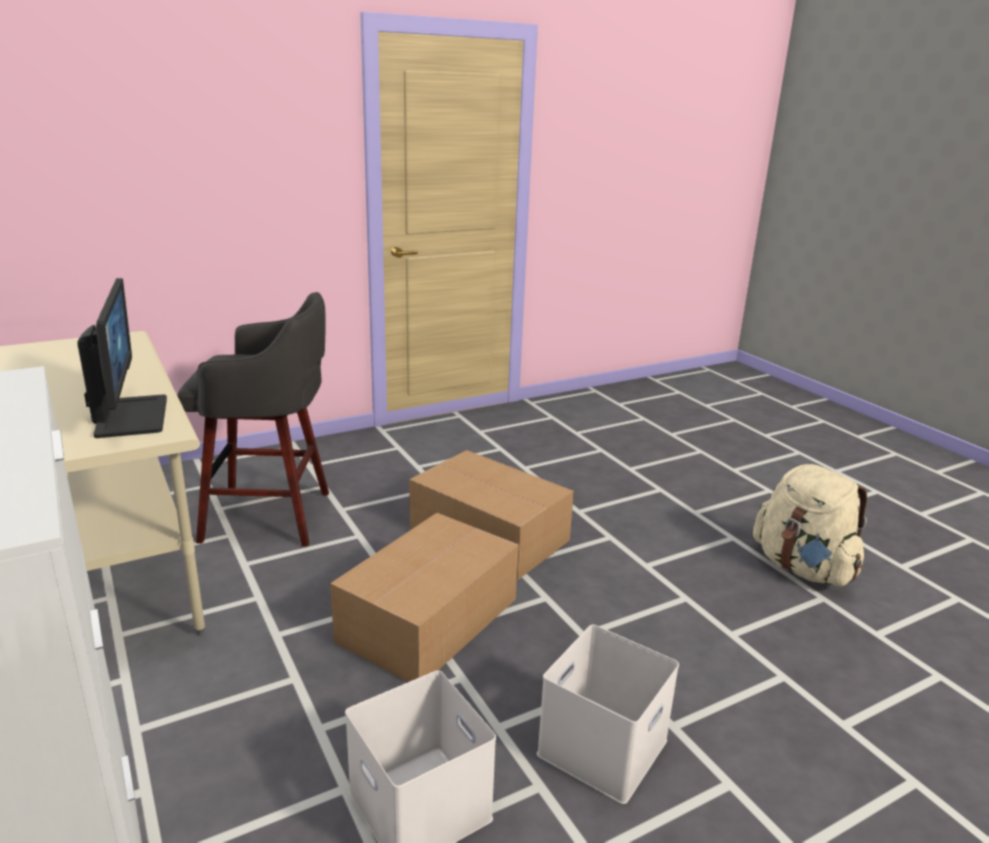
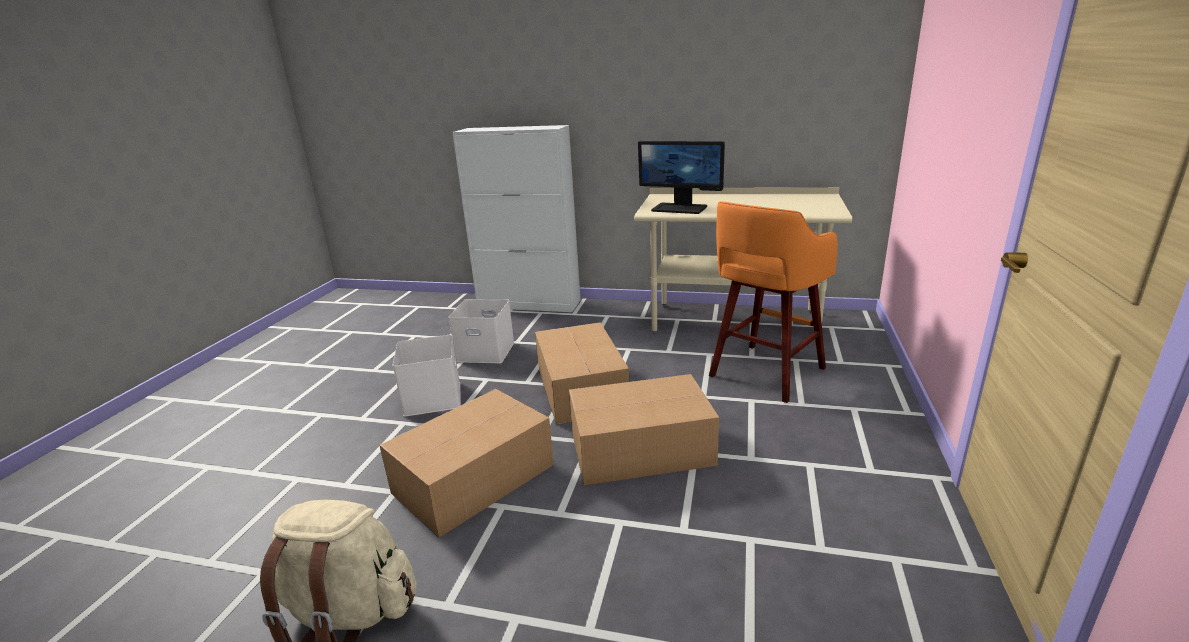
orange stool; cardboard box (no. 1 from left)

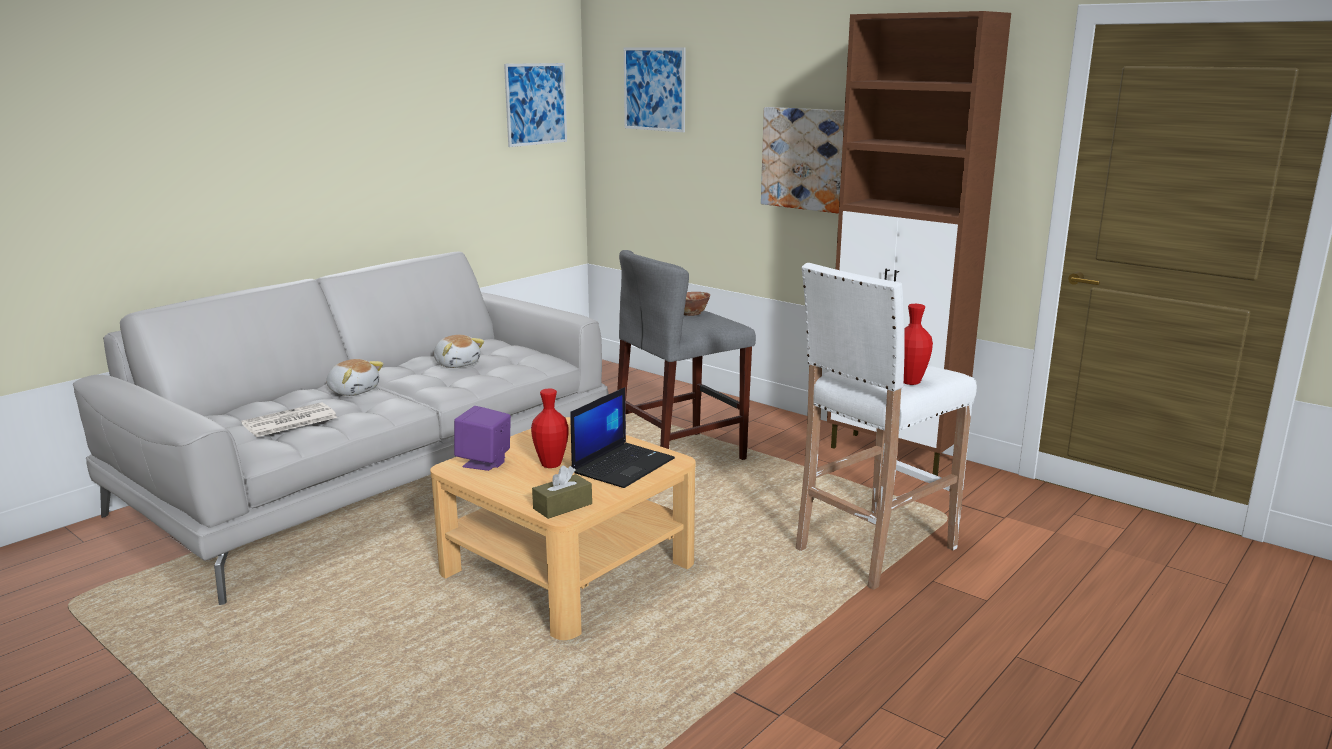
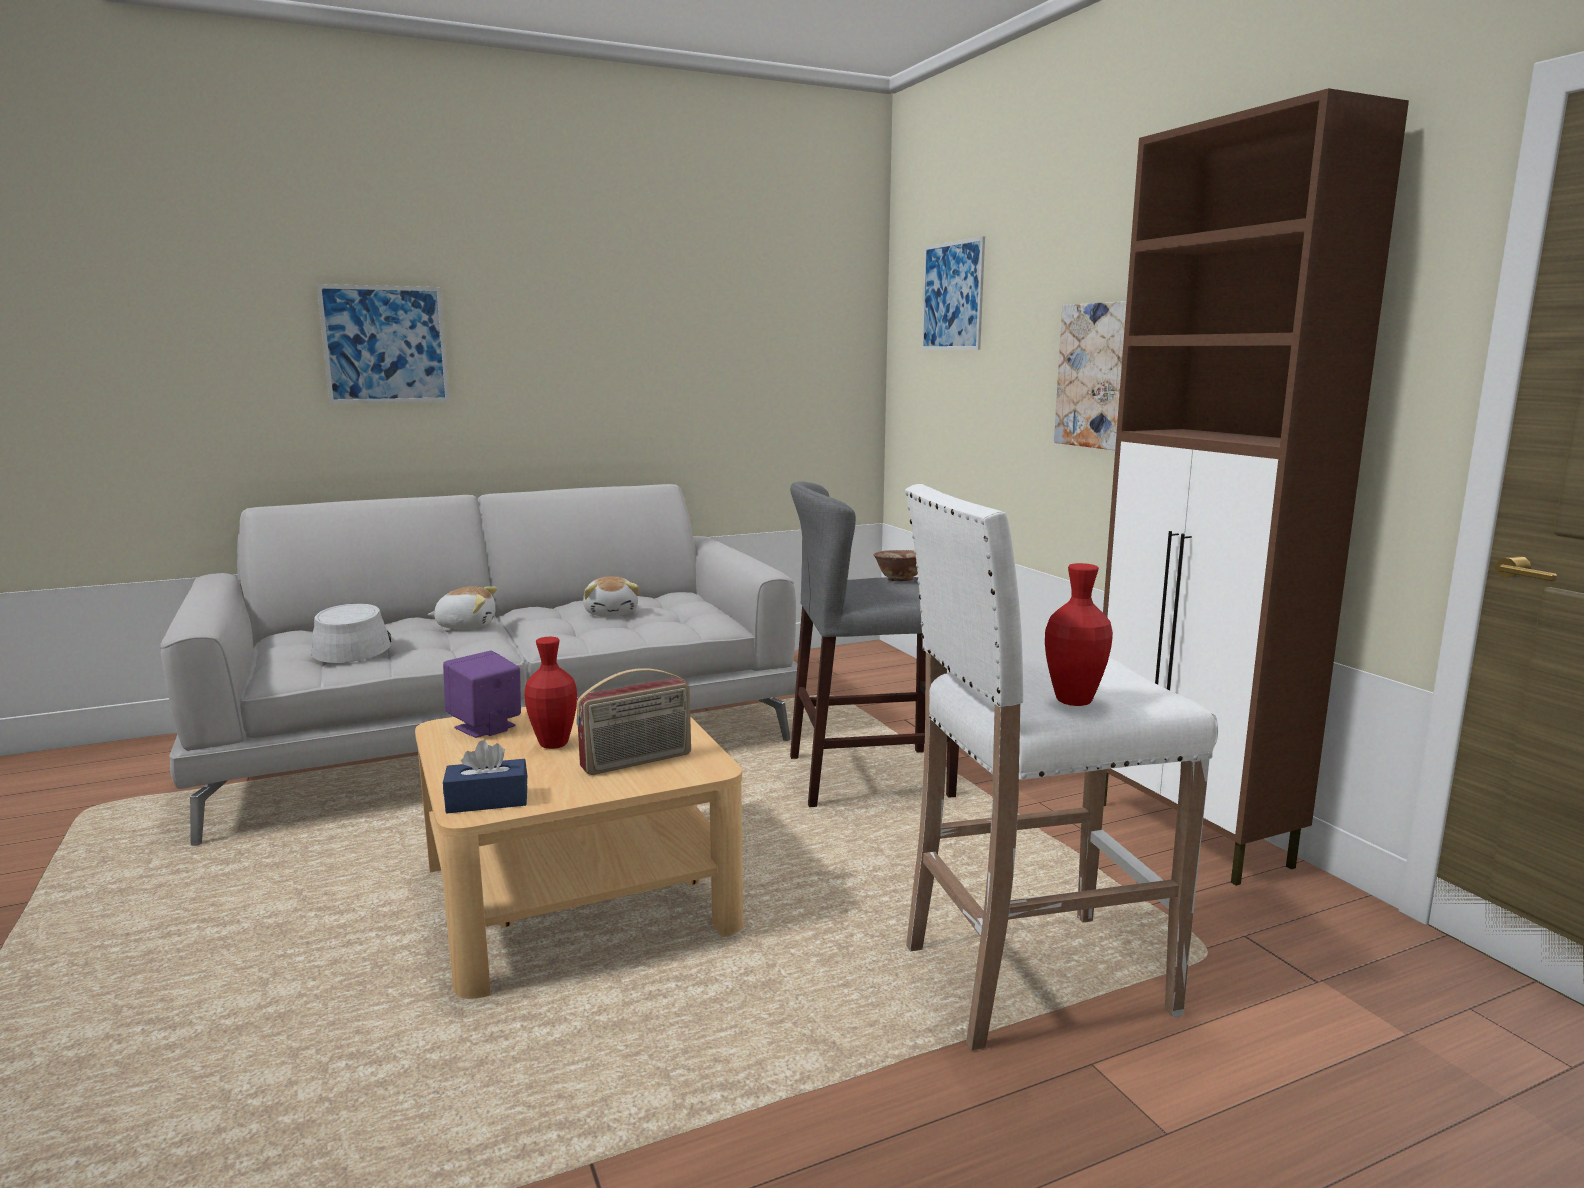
grey hat; plush toy (no. 1 from left); picture (no. 1 from left); blue tissue box; radio

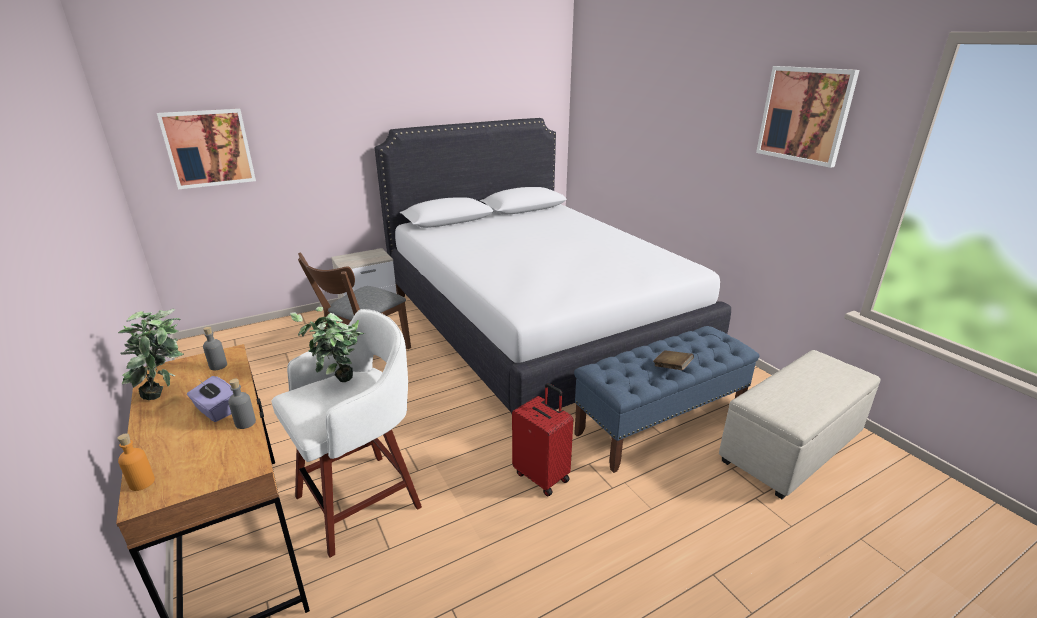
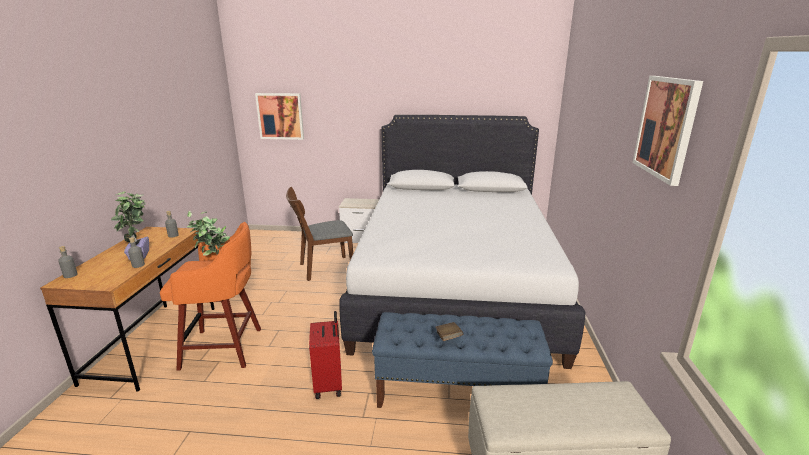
grey bottle (no. 1 from left); orange stool

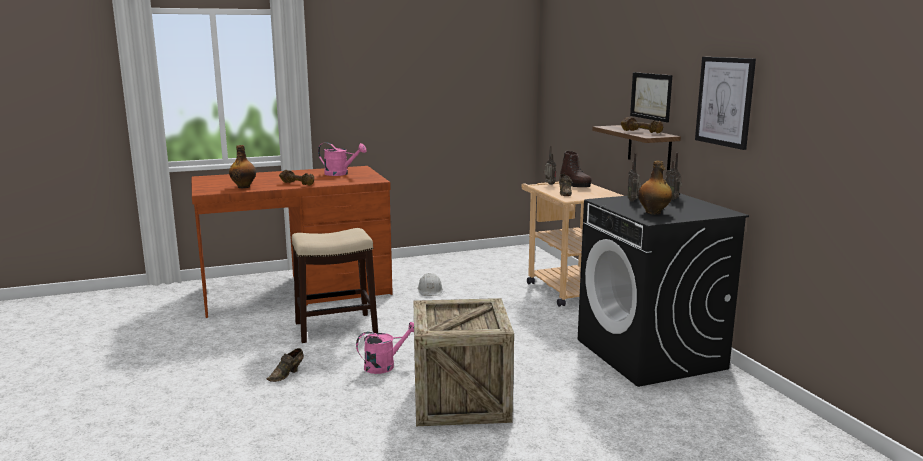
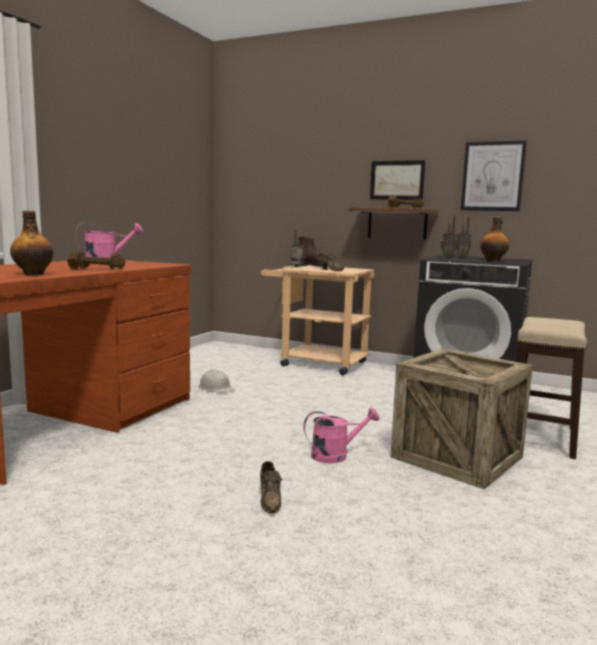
stool; pink watering can (no. 2 from left)

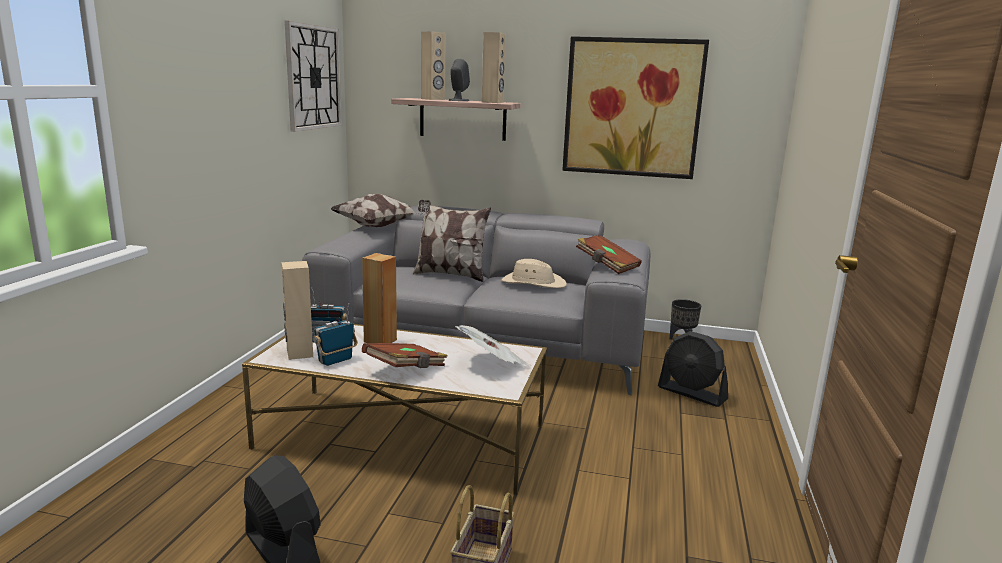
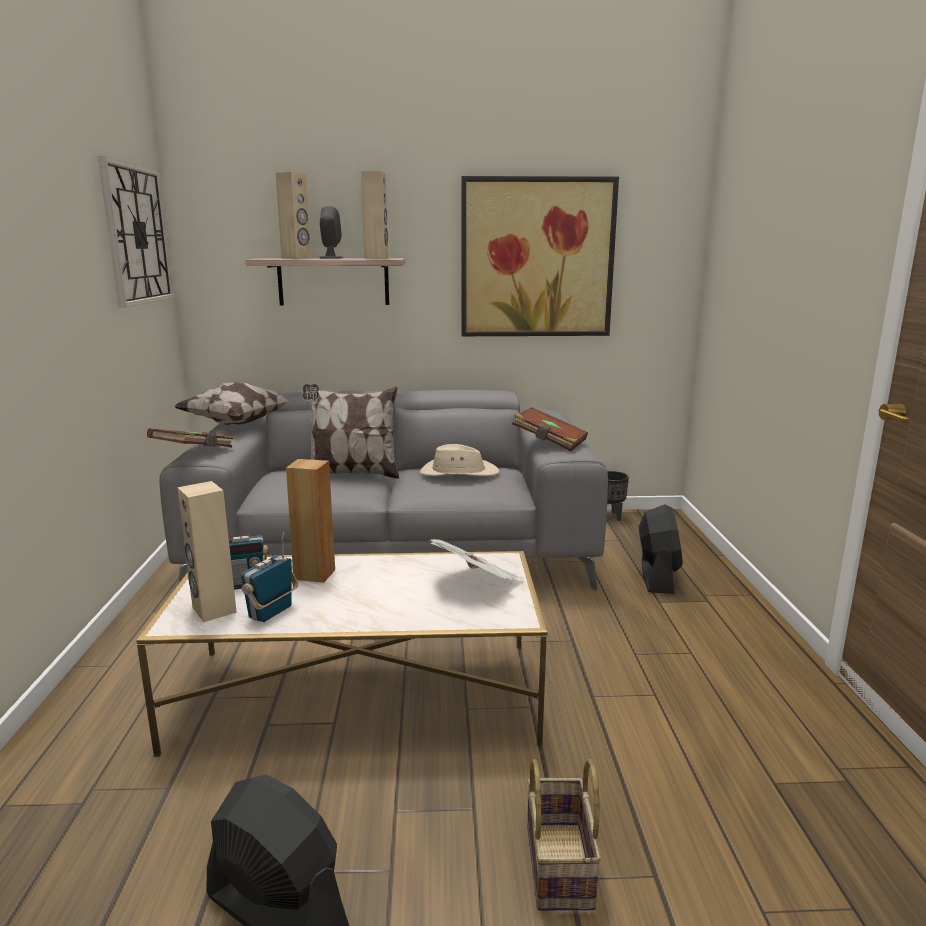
brown book (no. 1 from left); black fan (no. 2 from left)

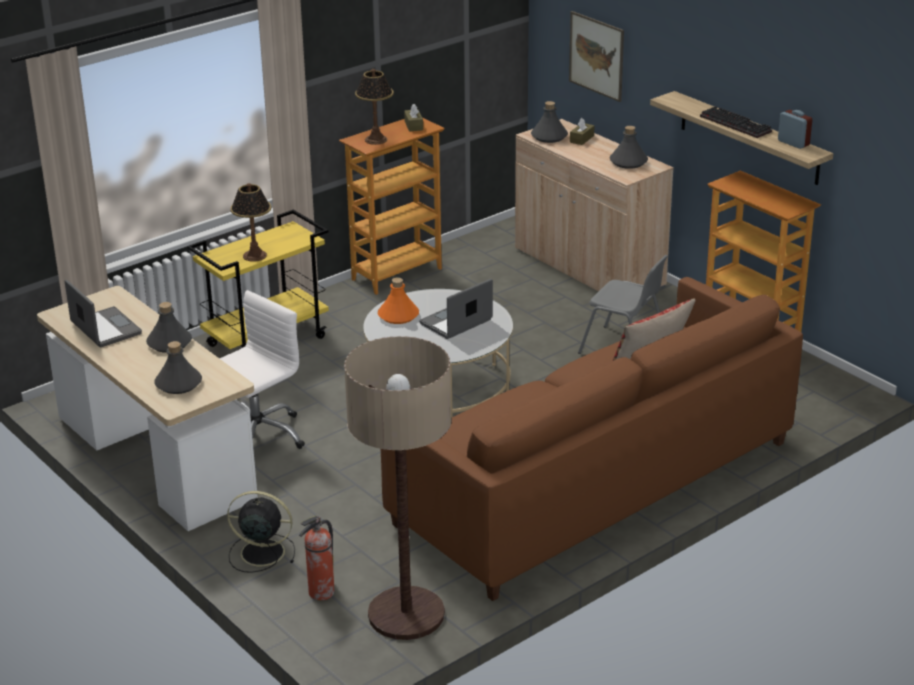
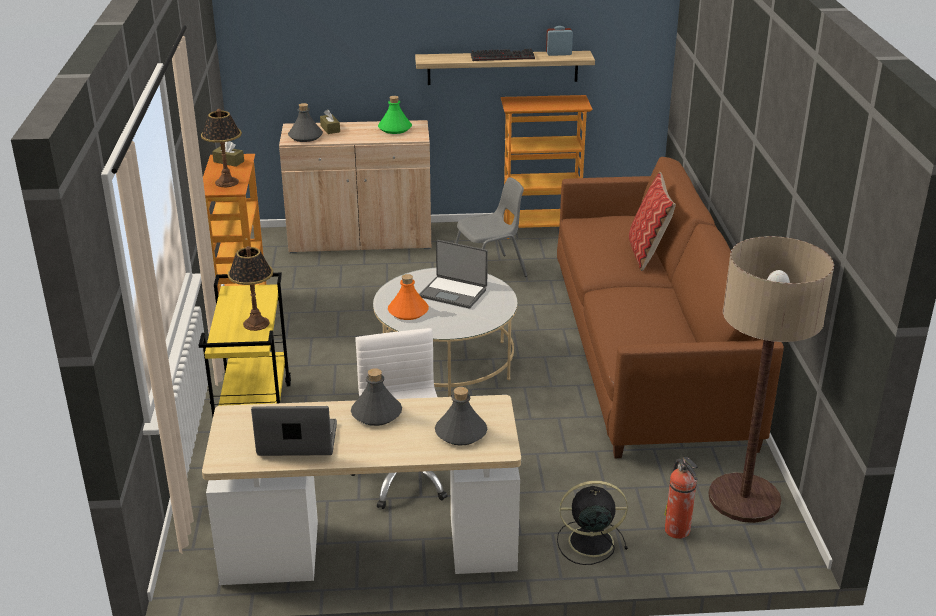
black fan; laptop (no. 2 from left); picture; green bottle

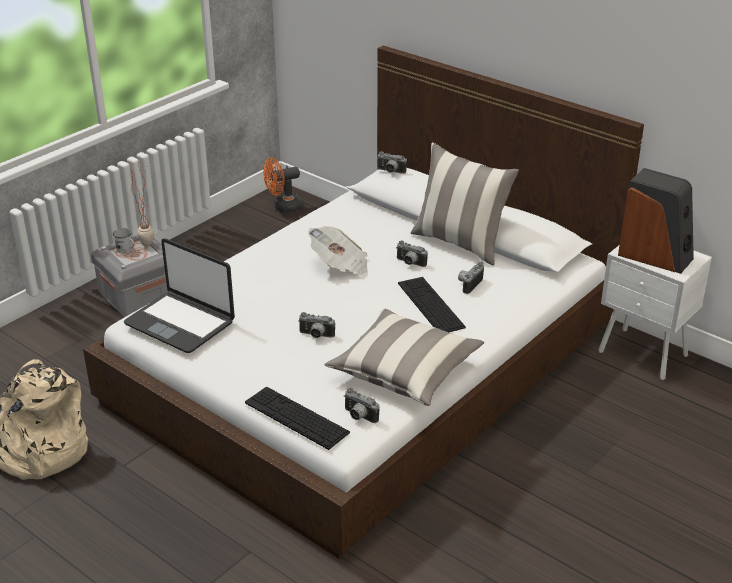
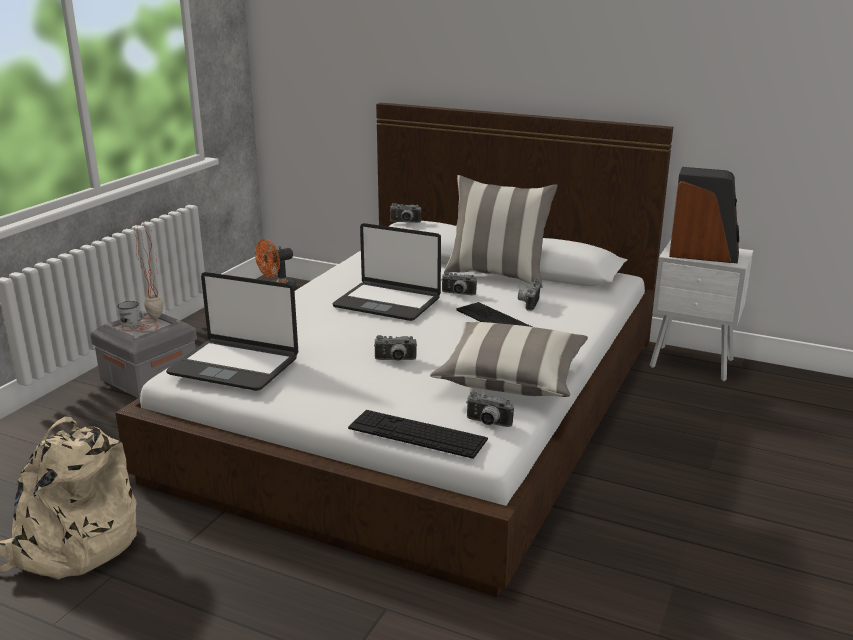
laptop (no. 2 from left)

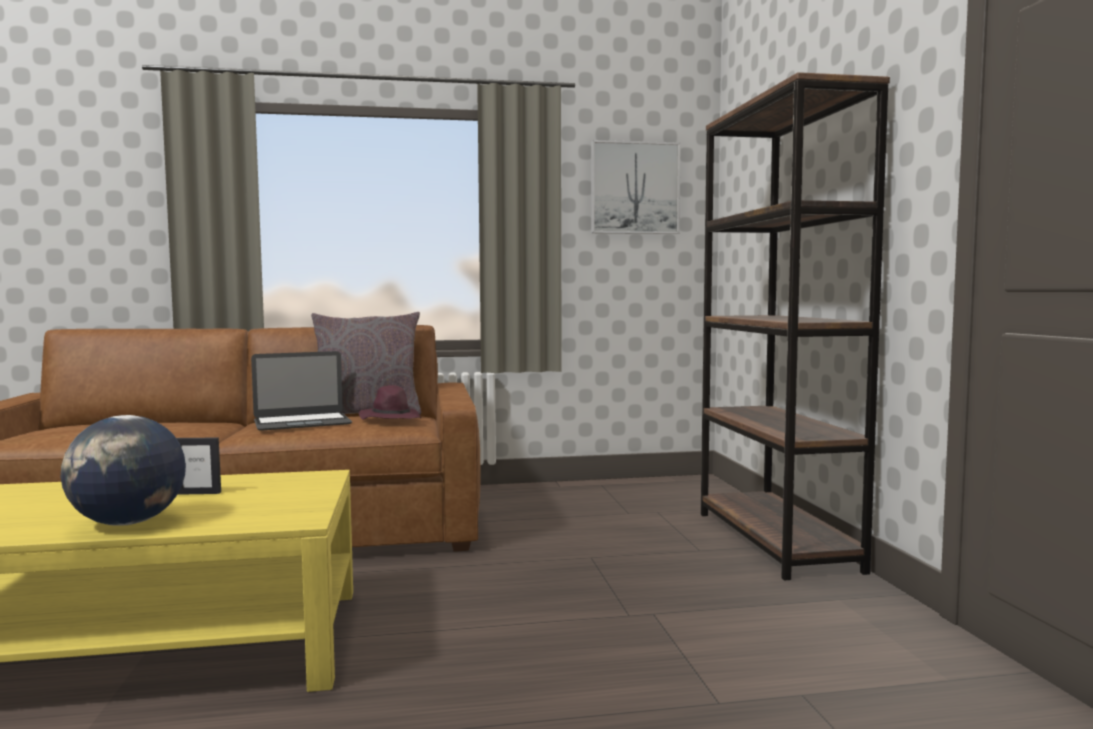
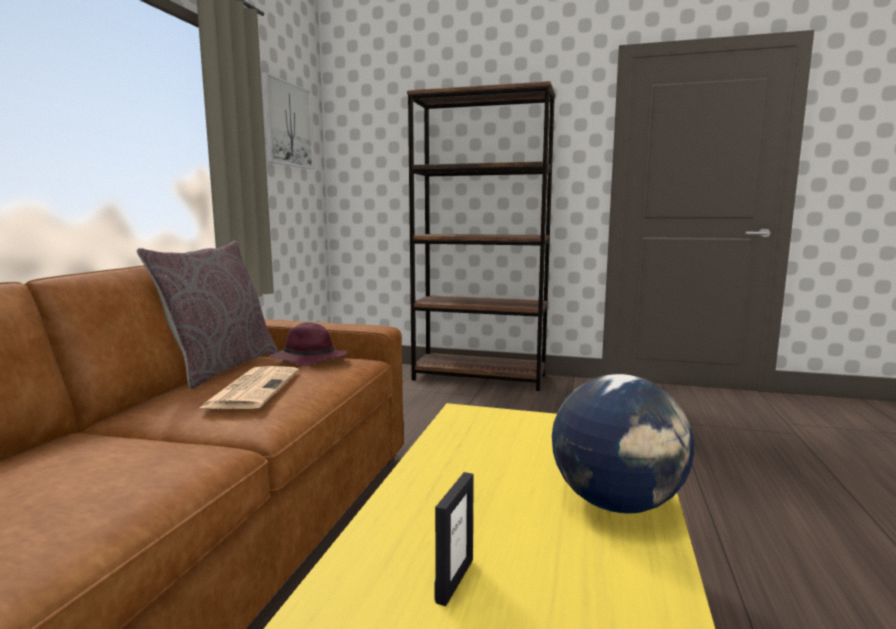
picture frame; newspaper

